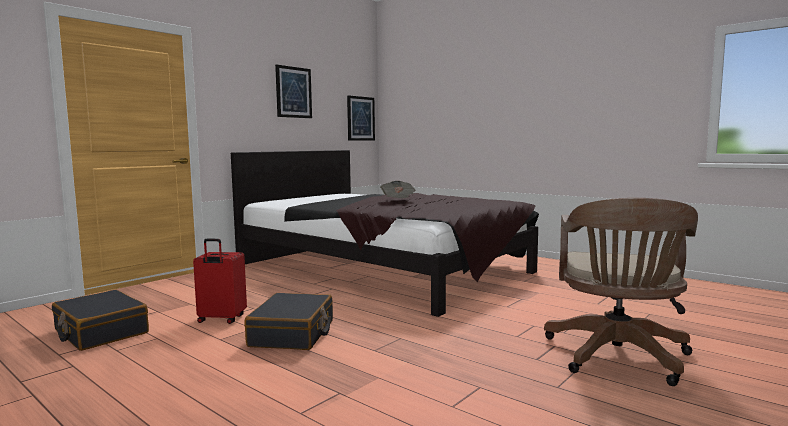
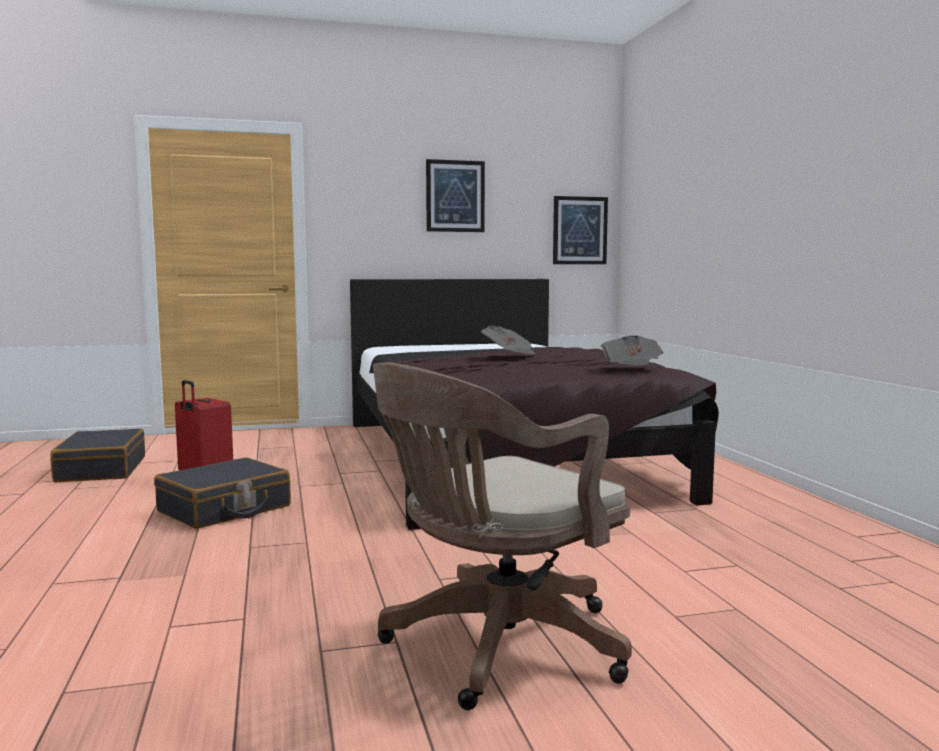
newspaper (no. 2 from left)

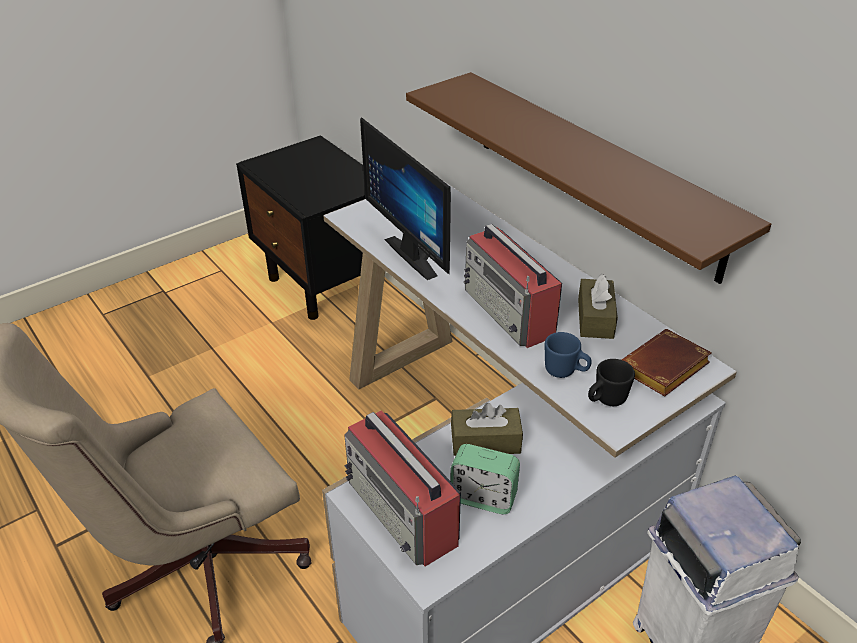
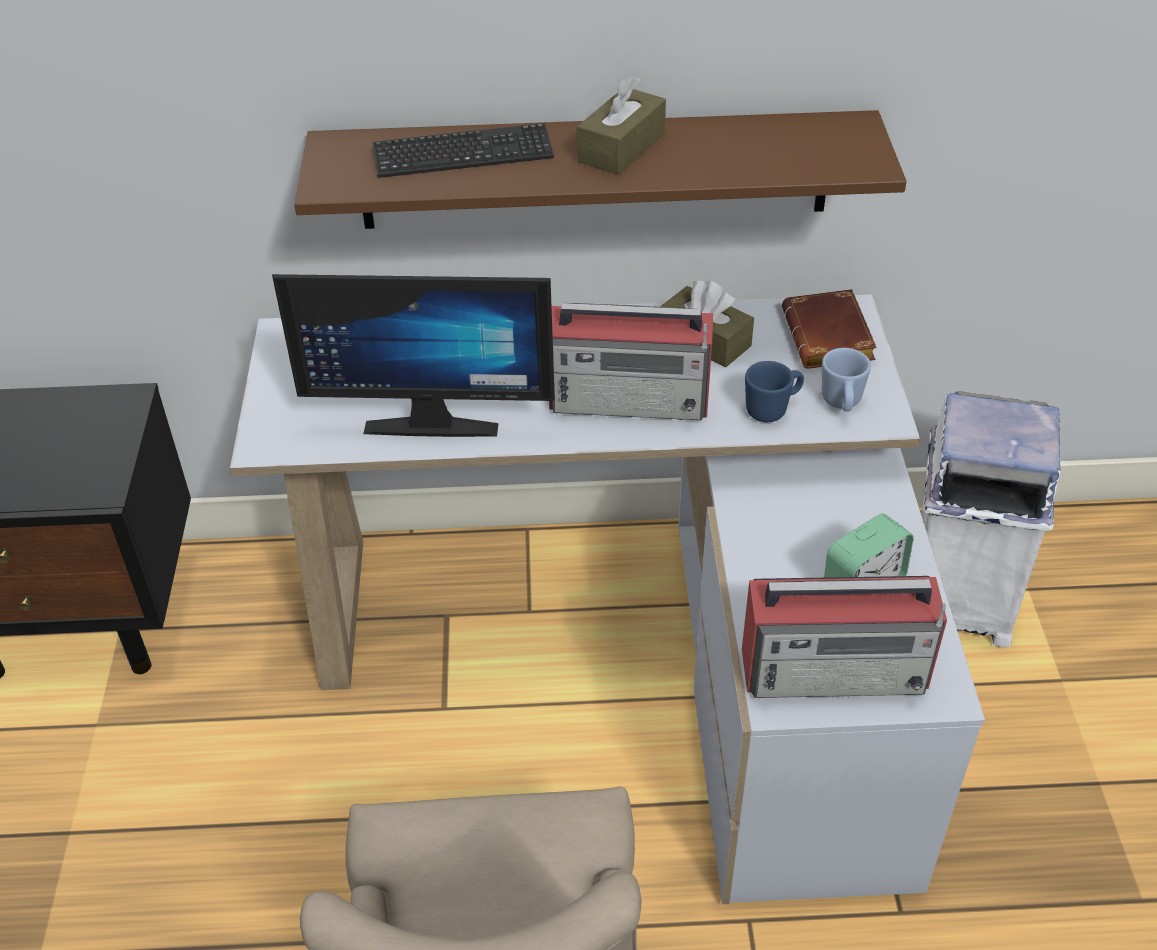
brown tissue box (no. 1 from left); blue mug (no. 2 from left); keyboard

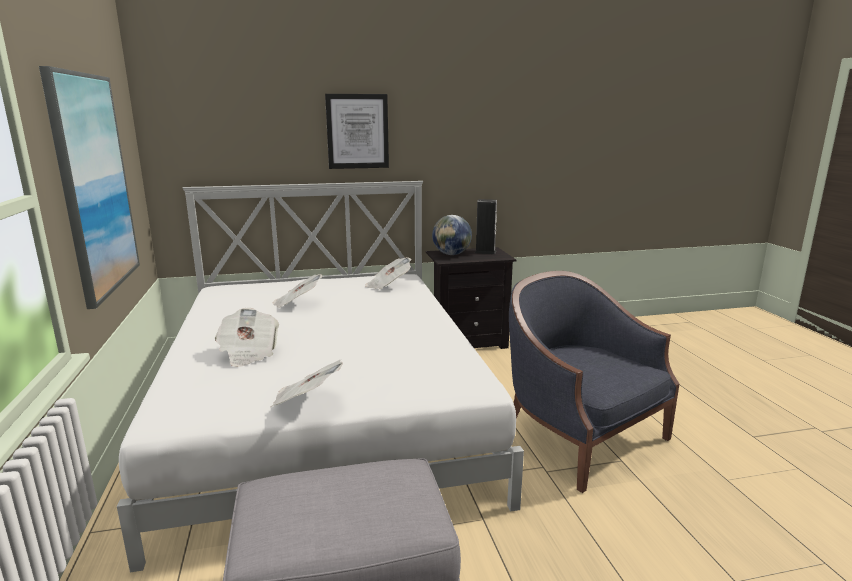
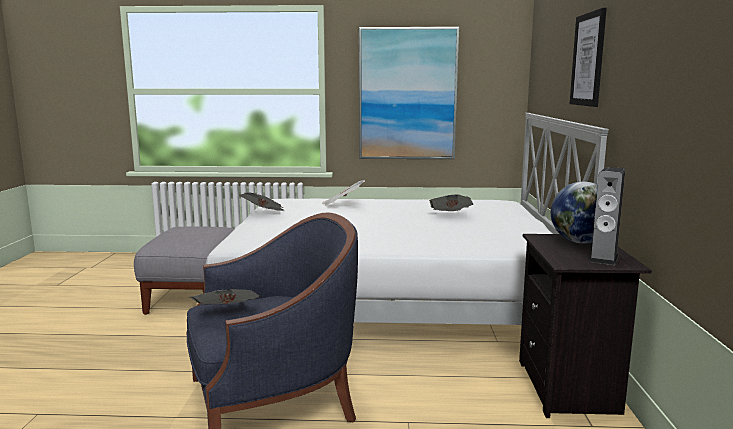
newspaper (no. 1 from left)

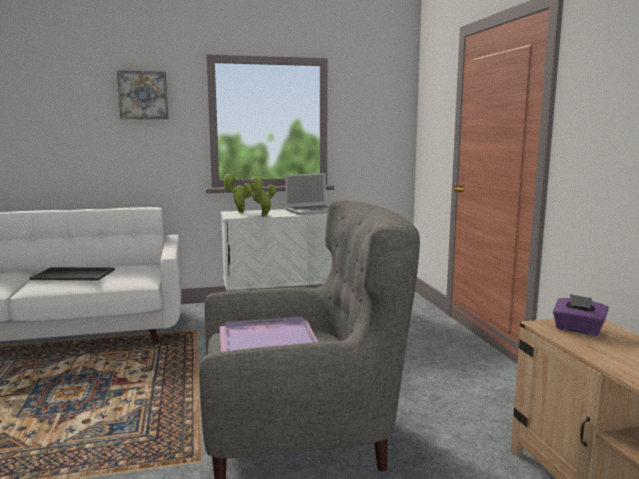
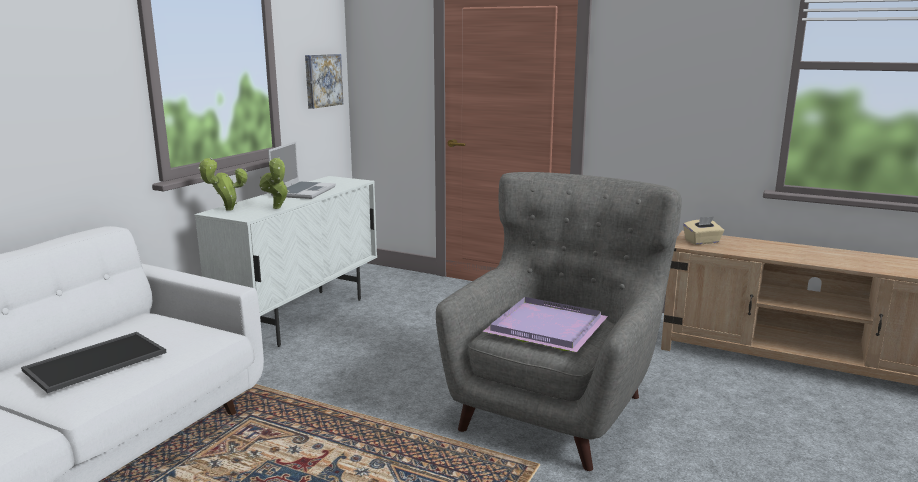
picture; beige tissue box

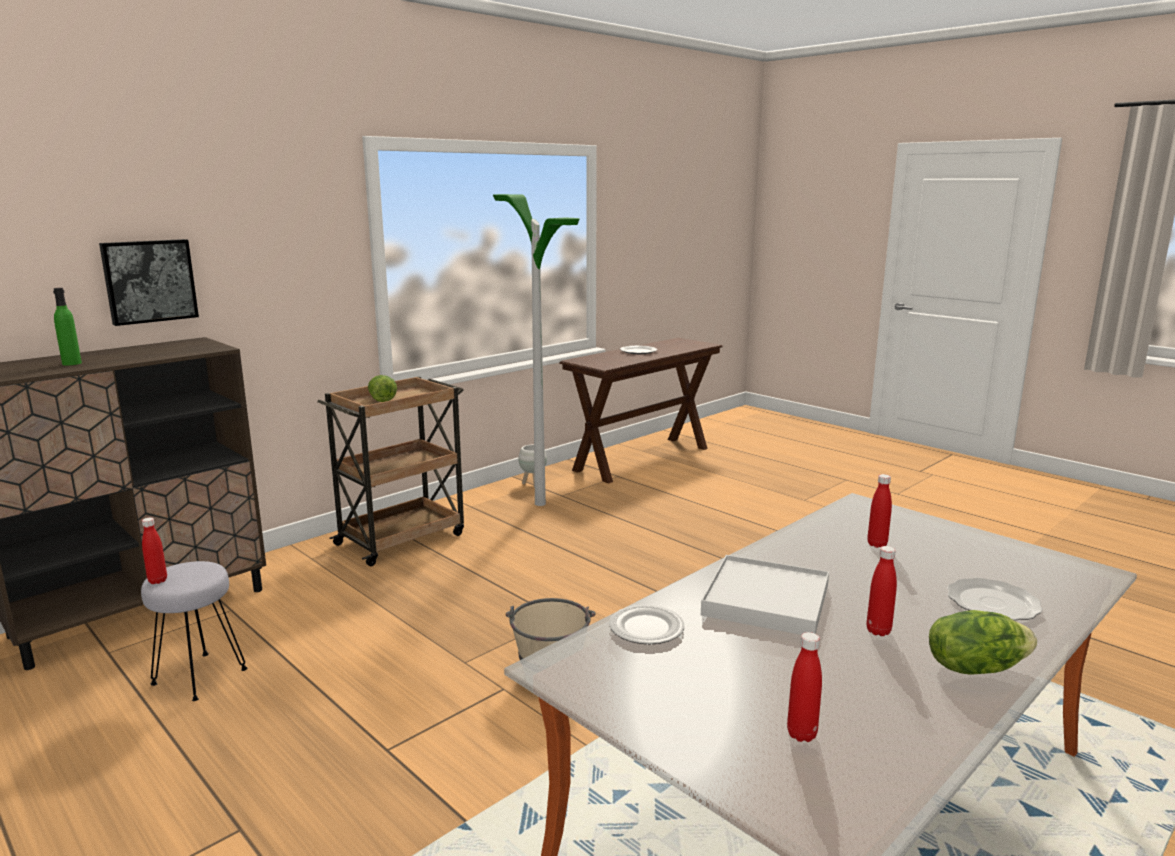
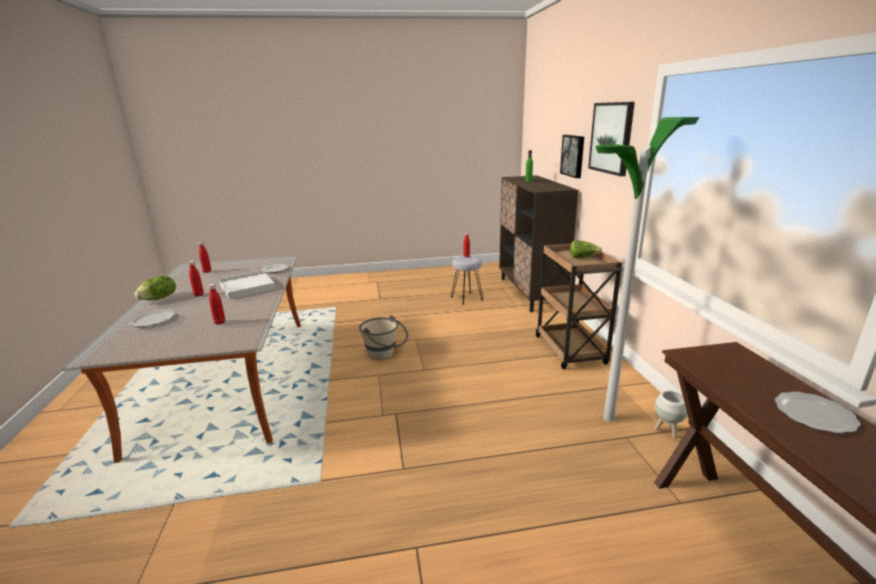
picture (no. 2 from left)

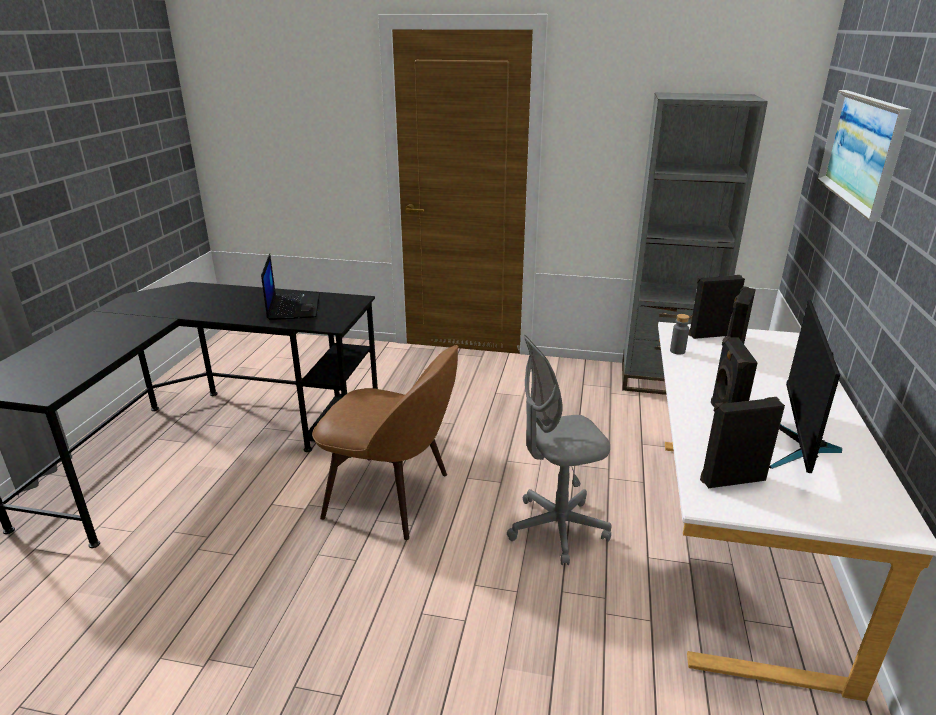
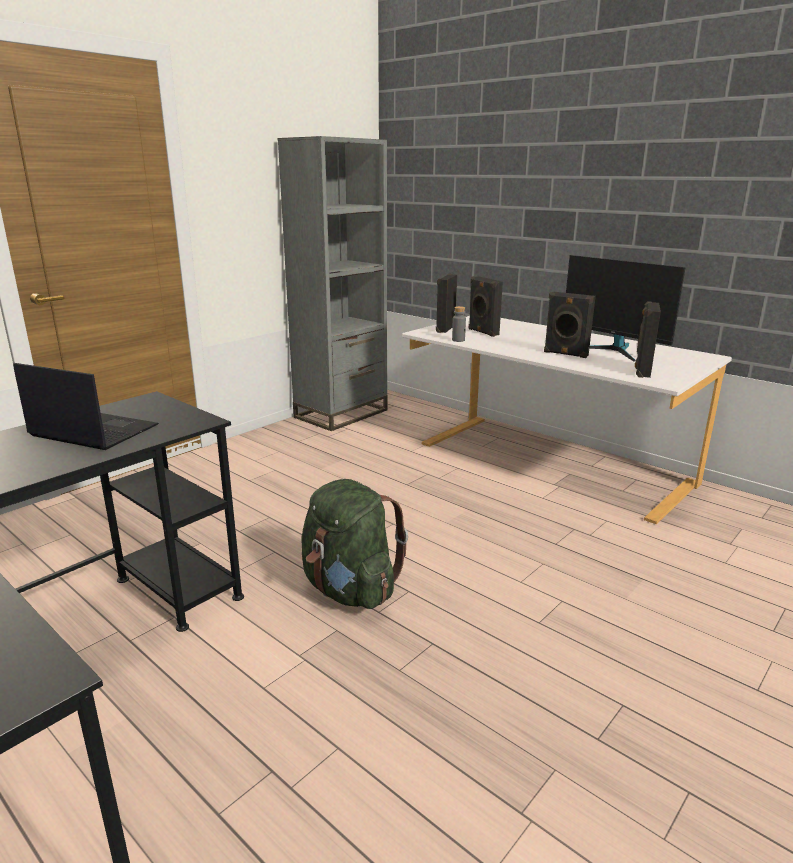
green backpack; grey office chair; picture

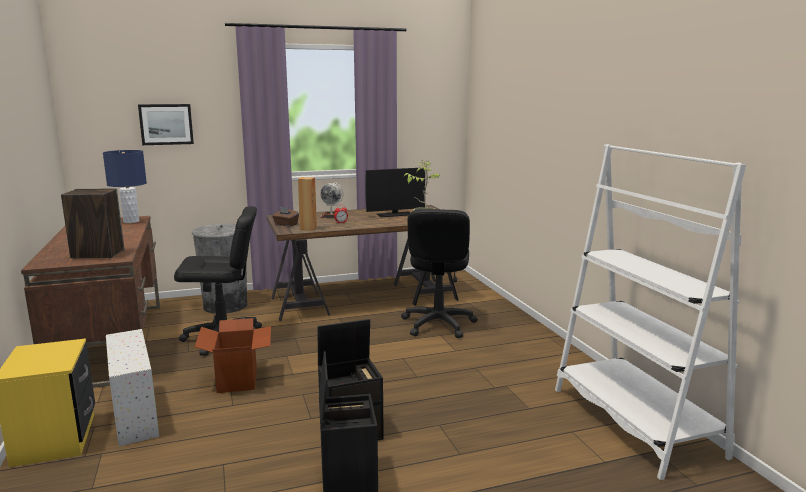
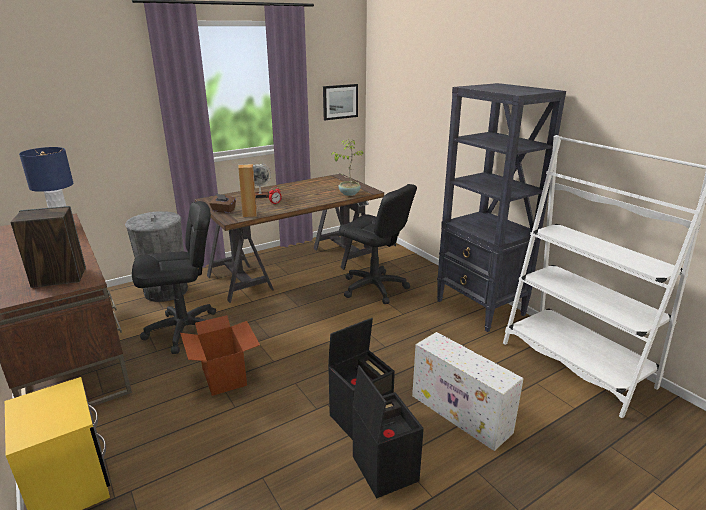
white storage box; picture; monitor; black office chair (no. 2 from left); black bookcase

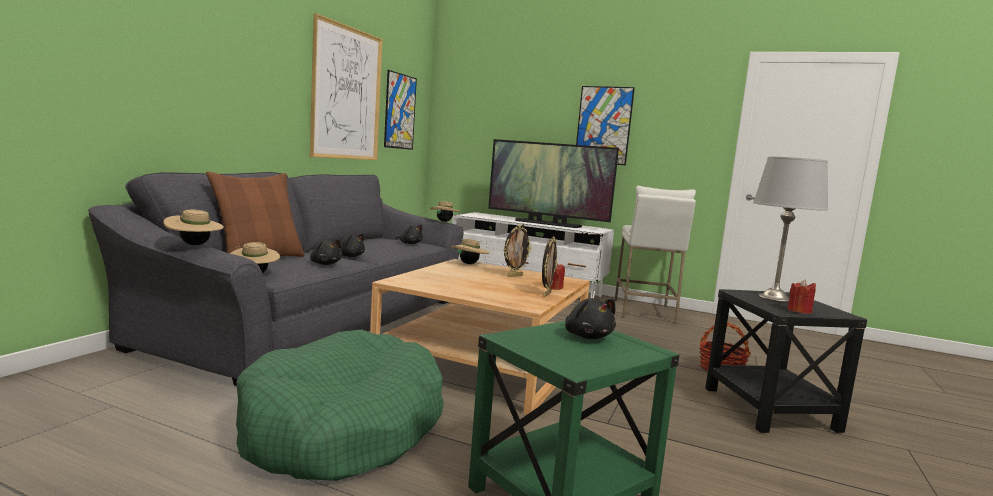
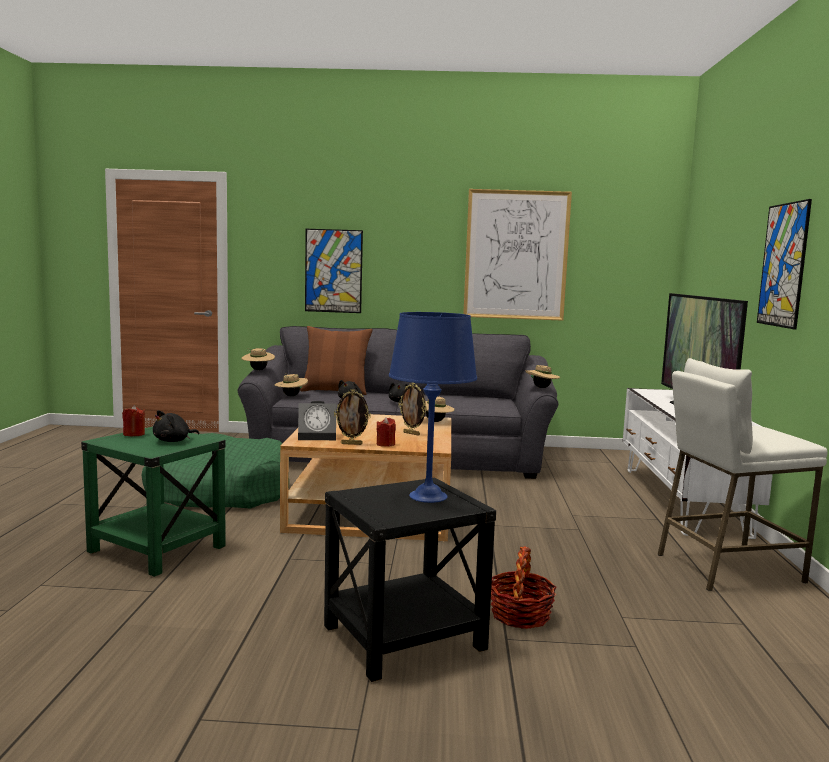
picture (no. 1 from left); black plush toy (no. 3 from left in the first image); blue table lamp; red candle (no. 1 from left); alarm clock

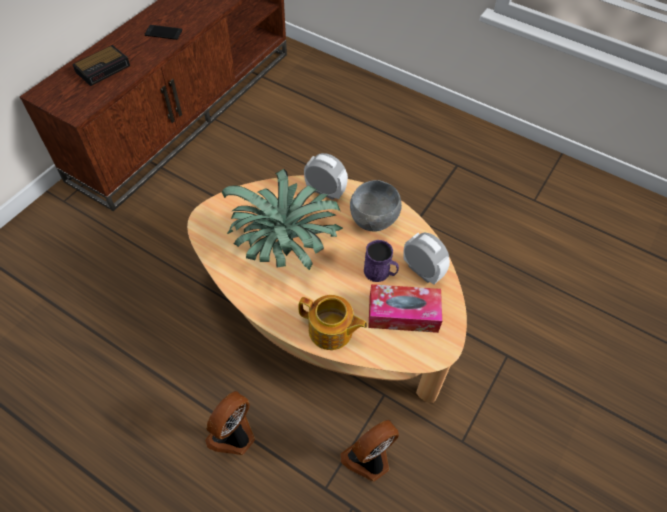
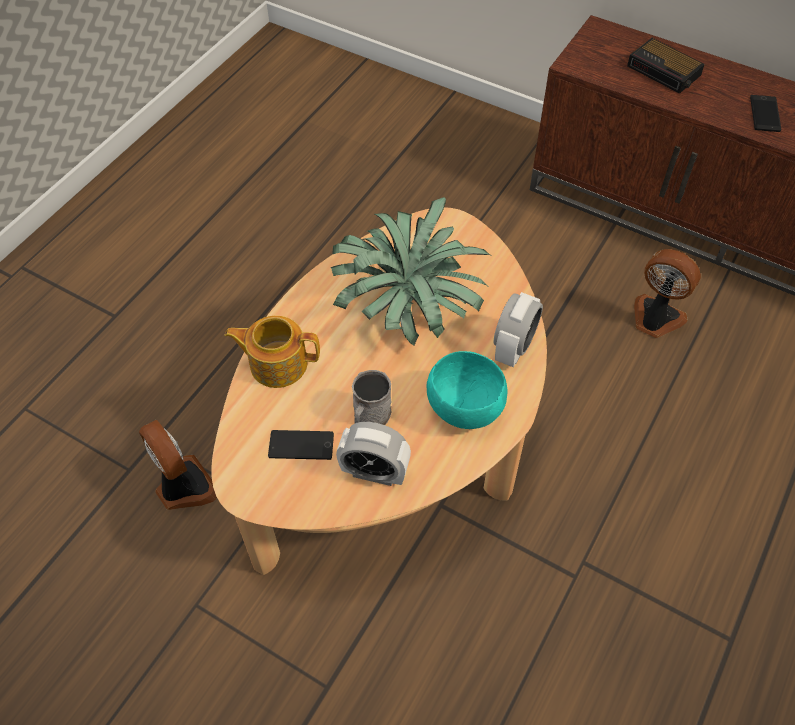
fan (no. 2 from left); teapot; turquoise bowl; grey mug; phone (no. 1 from left); alarm clock (no. 1 from left)

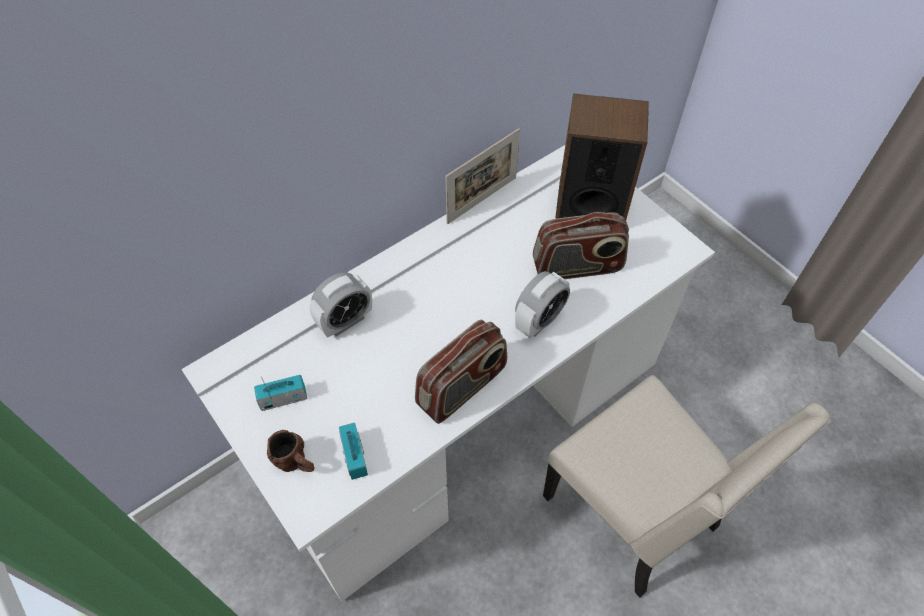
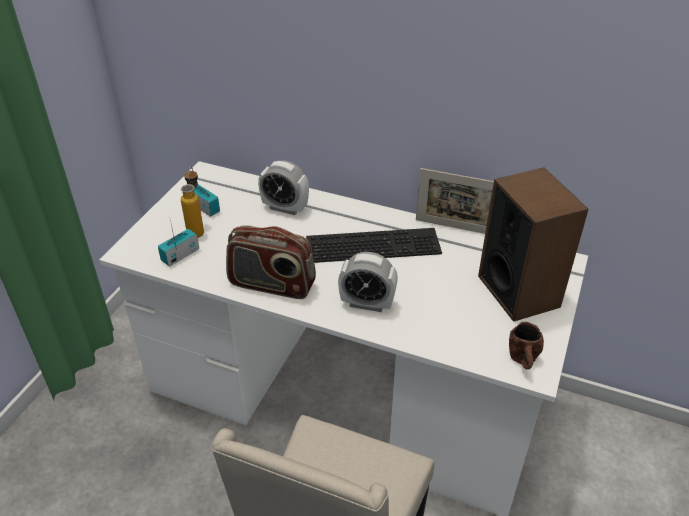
brown mug; radio (no. 4 from left in the first image); bottle; keyboard

